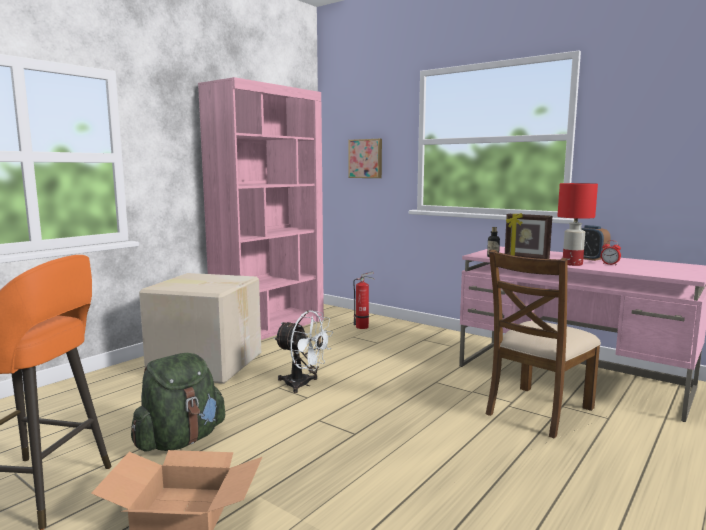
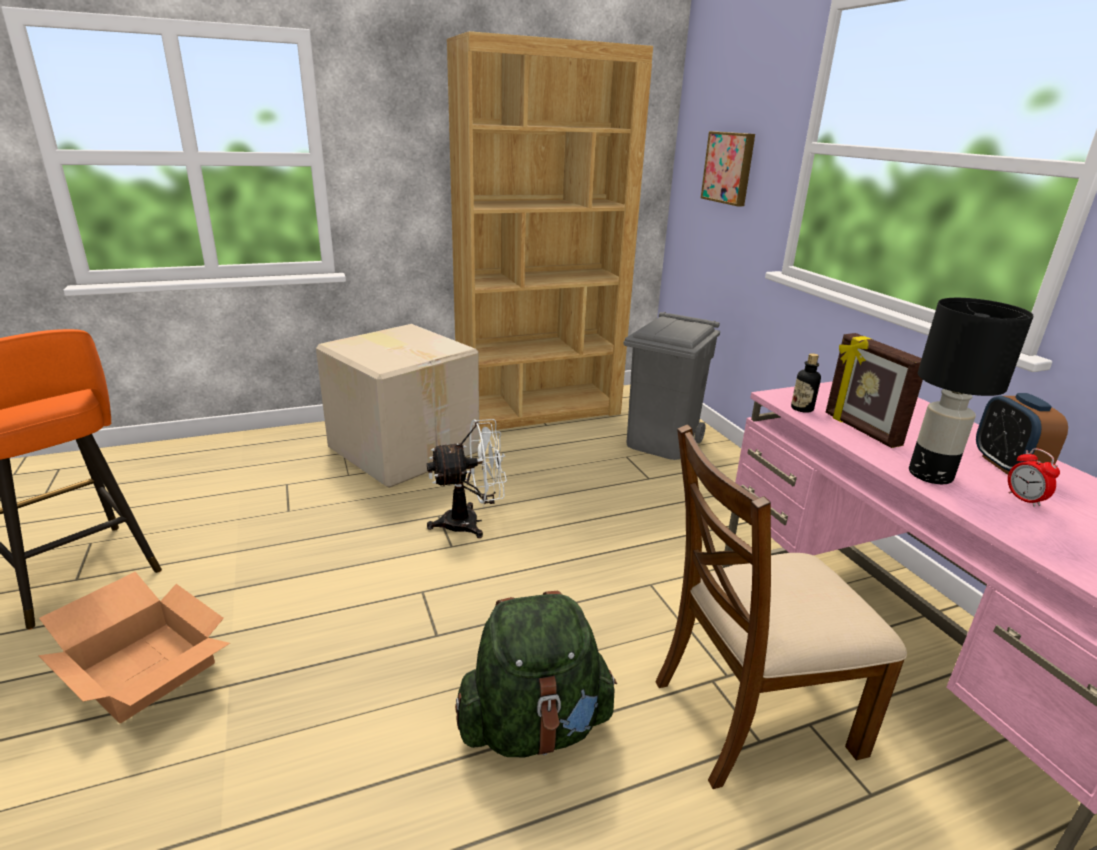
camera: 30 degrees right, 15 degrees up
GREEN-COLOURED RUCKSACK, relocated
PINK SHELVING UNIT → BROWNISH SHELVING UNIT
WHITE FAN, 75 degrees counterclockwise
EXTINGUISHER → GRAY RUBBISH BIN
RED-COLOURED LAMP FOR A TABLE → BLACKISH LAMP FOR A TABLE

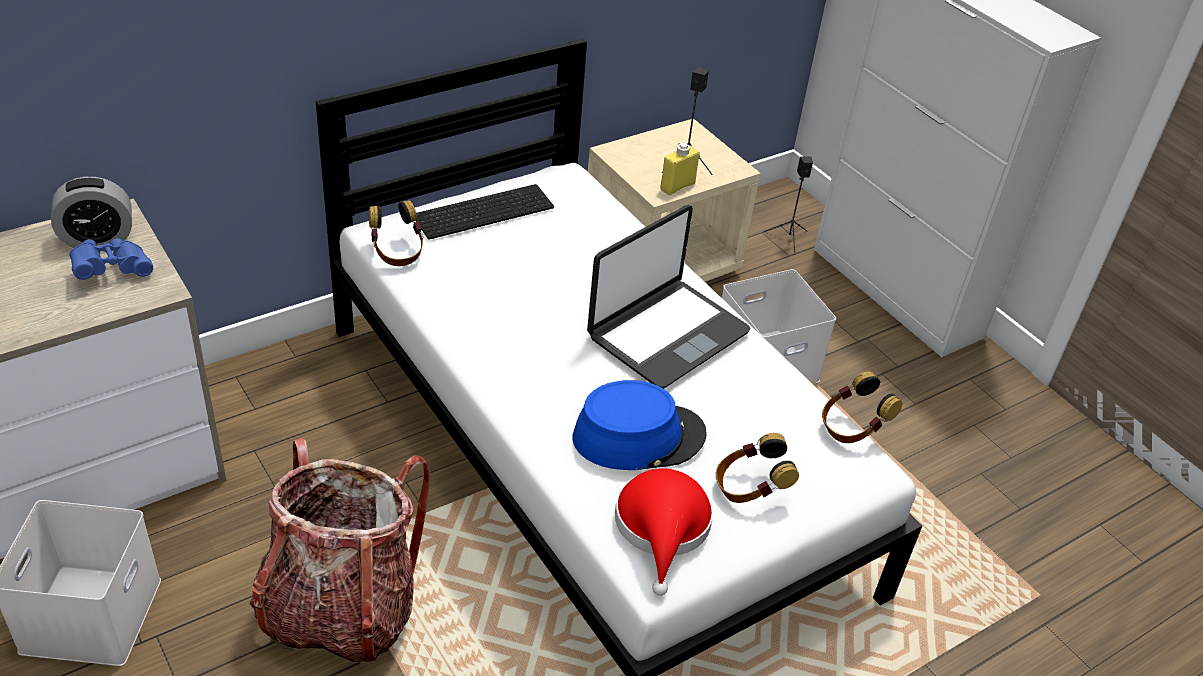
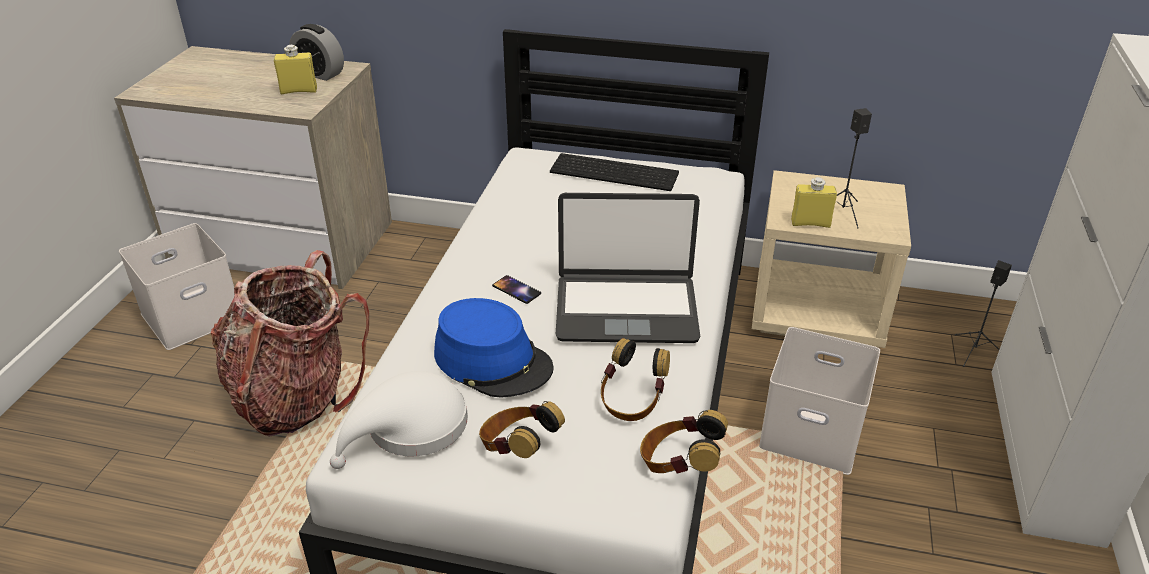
camera: 50 degrees right, 5 degrees down
BLUE-COLOURED BINOCULARS → YELLOWISH DRINK BOTTLE (no. 1 from left)
PAIR OF HEADPHONES (no. 1 from left in the first image) → PAIR OF HEADPHONES (no. 2 from left), relocated
RED-COLOURED CLOTHING HAT → WHITE CLOTHING HAT
- → PHONE

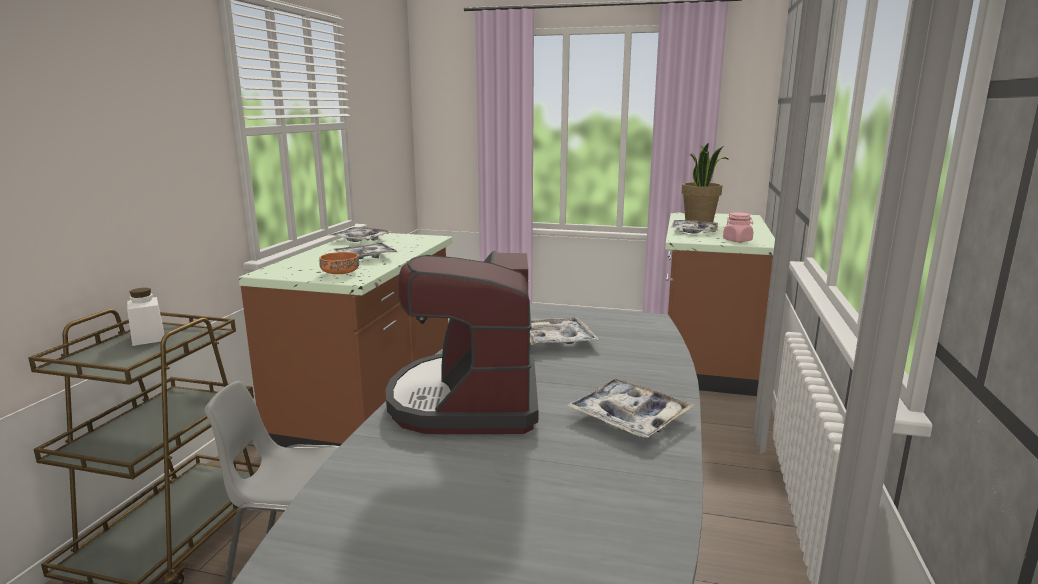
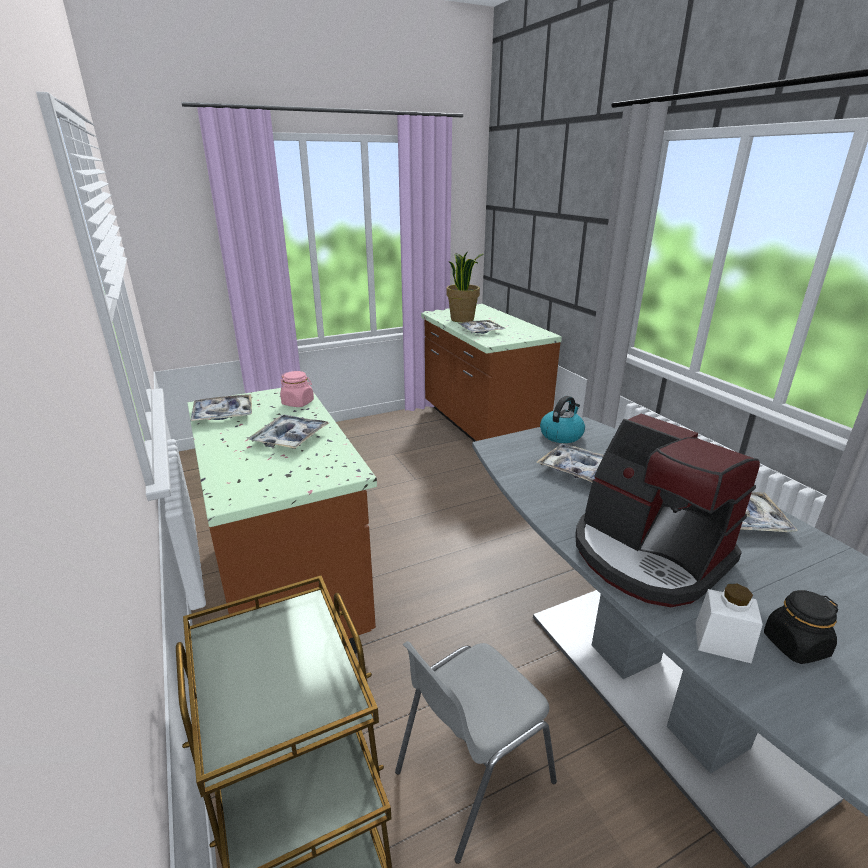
camera: 40 degrees left, 10 degrees up
WHITE STORAGE JAR, relocated
ORANGE-COLOURED SERVING BOWL → -
PINK STORAGE JAR, relocated
- → WATER KETTLE
- → BLACKISH STORAGE JAR

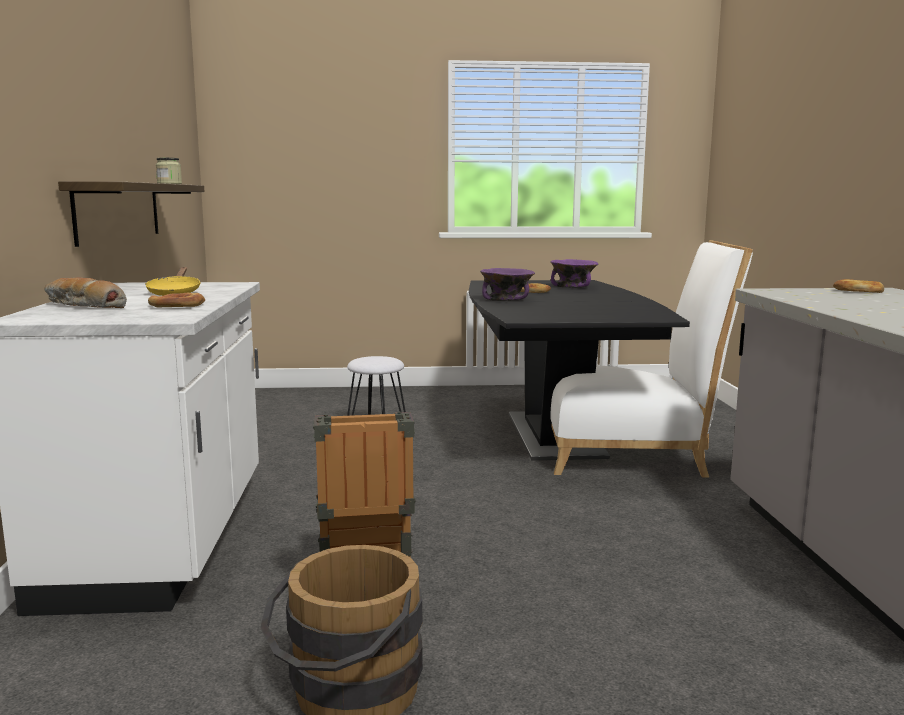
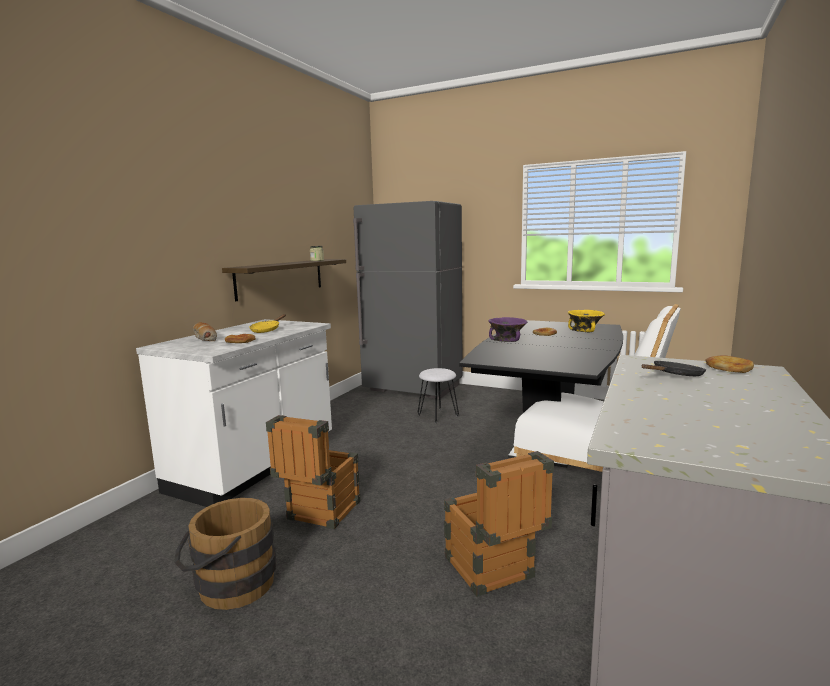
camera: 30 degrees right, 0 degrees up
PURPLE SERVING BOWL (no. 2 from left) → YELLOWISH SERVING BOWL
- → GRAY REFRIGERATOR
- → CRATE (no. 2 from left)
- → BLACKISH FRYING PAN

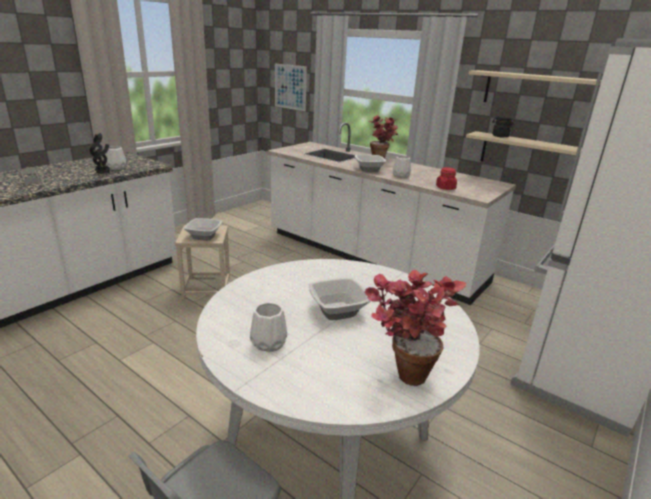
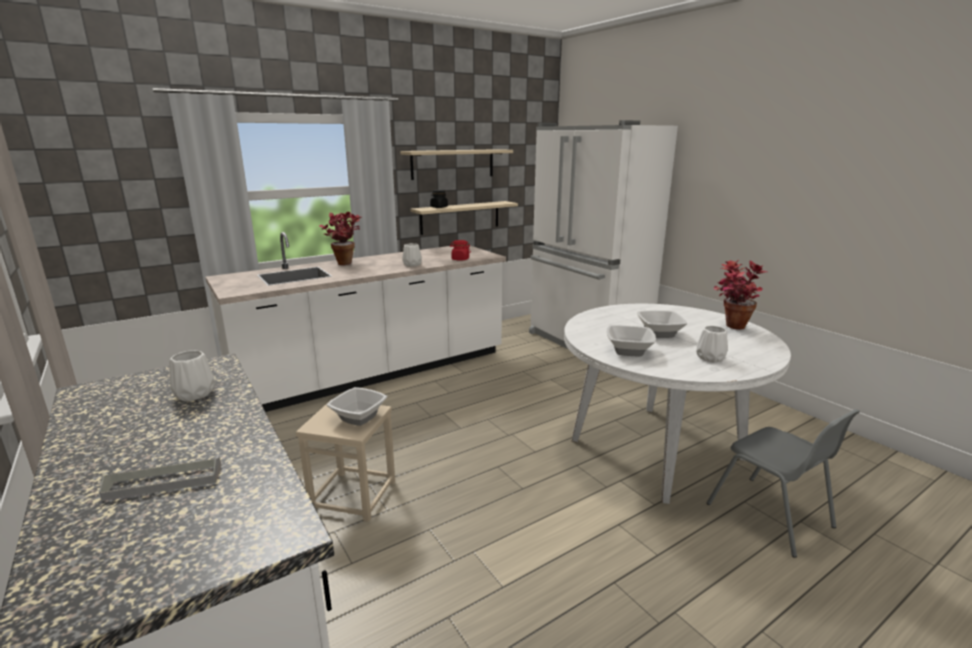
camera: 70 degrees left, 5 degrees down
HOUSEPLANT (no. 1 from left) → -
WALL ART → -
SERVING BOWL (no. 3 from left in the first image) → SERVING BOWL (no. 2 from left), relocated

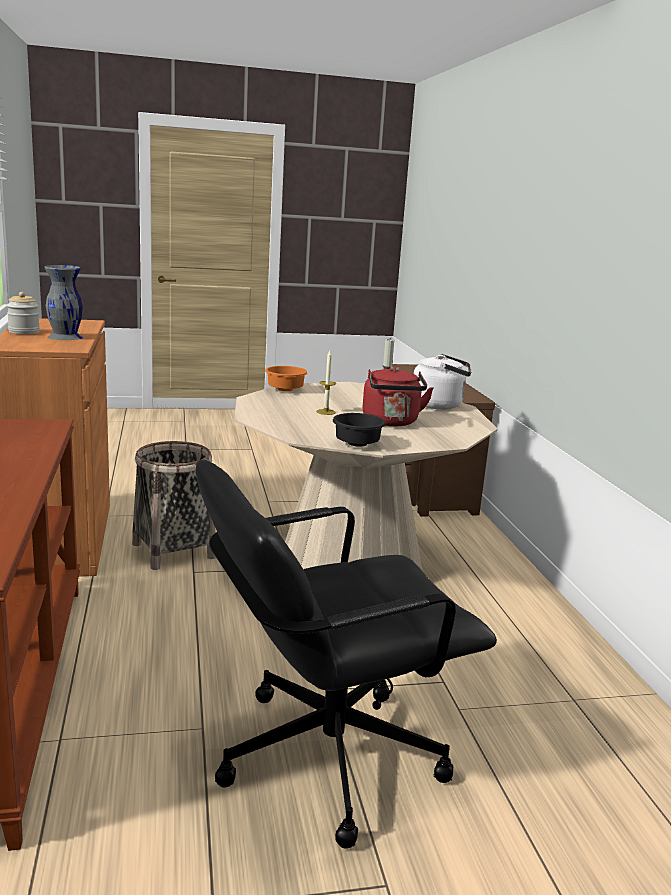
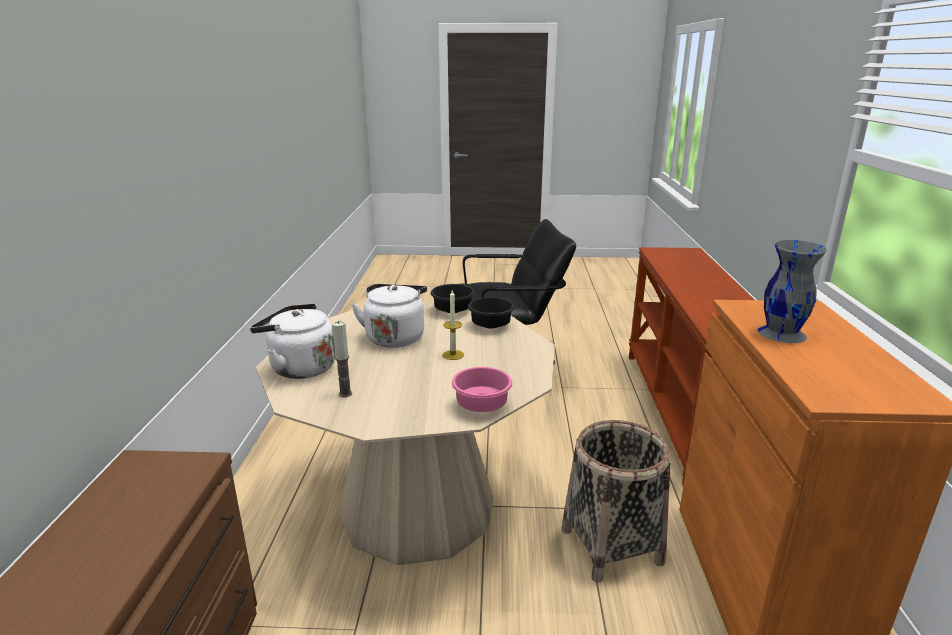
camera: 165 degrees left, 5 degrees up
STORAGE JAR → -
ORANGE-COLOURED SERVING BOWL → PINK SERVING BOWL
RED-COLOURED WATER KETTLE → WHITE WATER KETTLE (no. 2 from left)
- → BLACKISH SERVING BOWL (no. 2 from left)

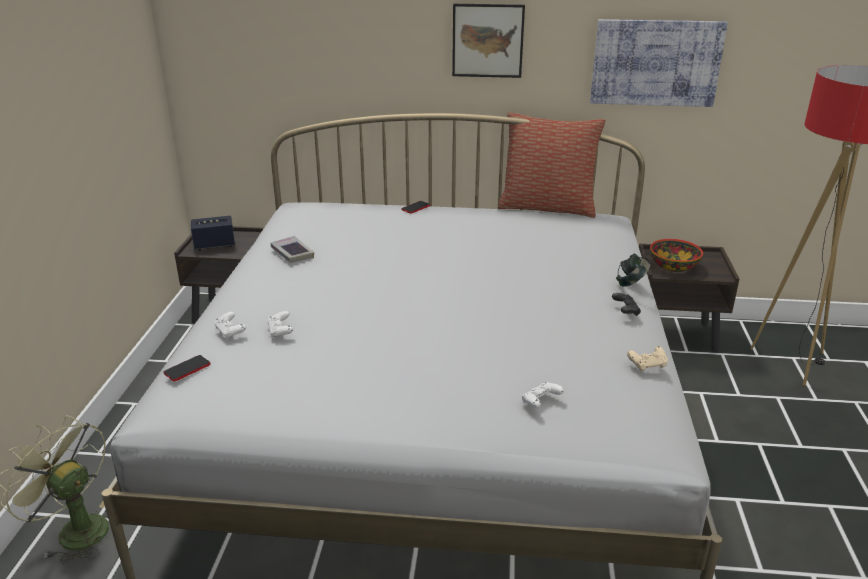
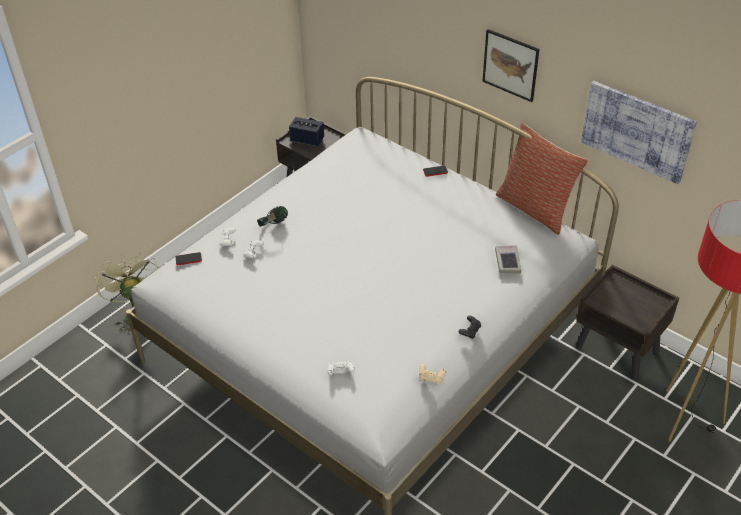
camera: 35 degrees right, 15 degrees up
VOLUME, relocated
PAIR OF HEADPHONES, relocated
SERVING BOWL → -

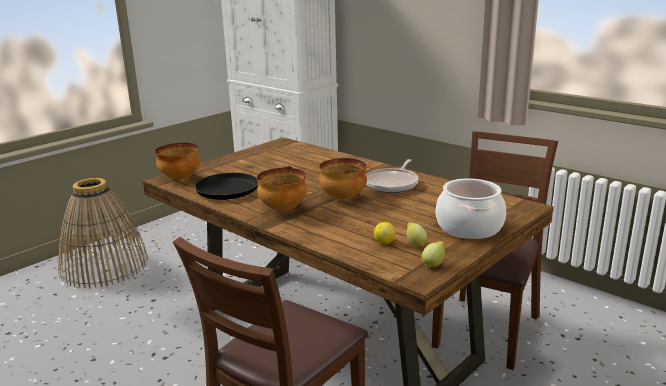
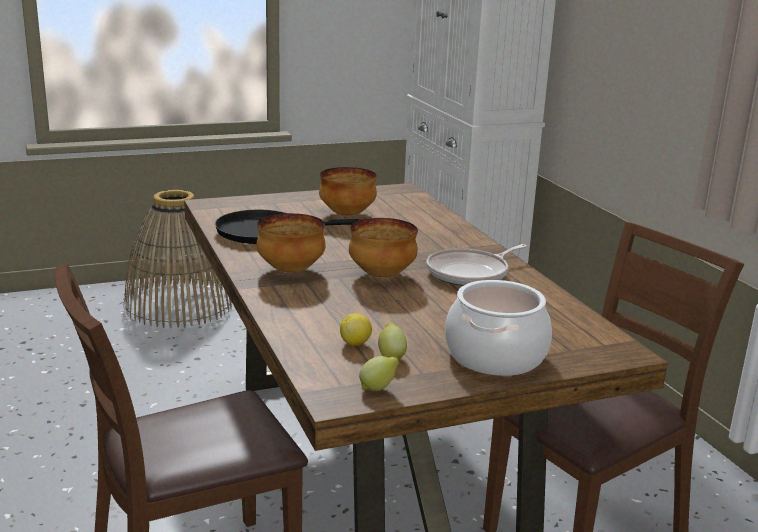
camera: 25 degrees right, 0 degrees up
SERVING BOWL (no. 1 from left in the first image) → SERVING BOWL (no. 2 from left), relocated

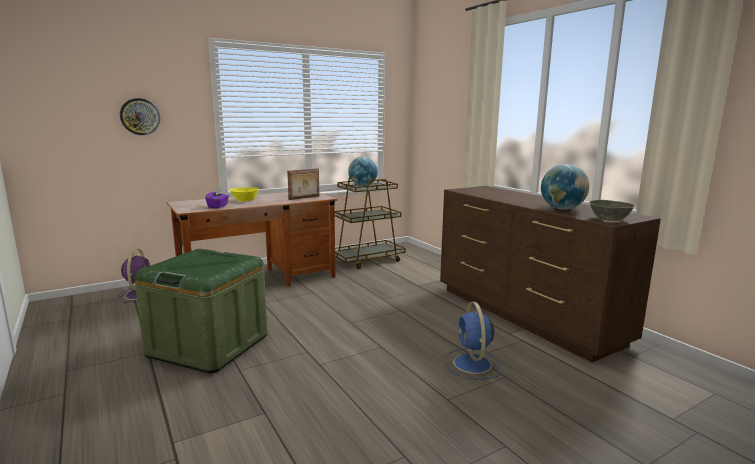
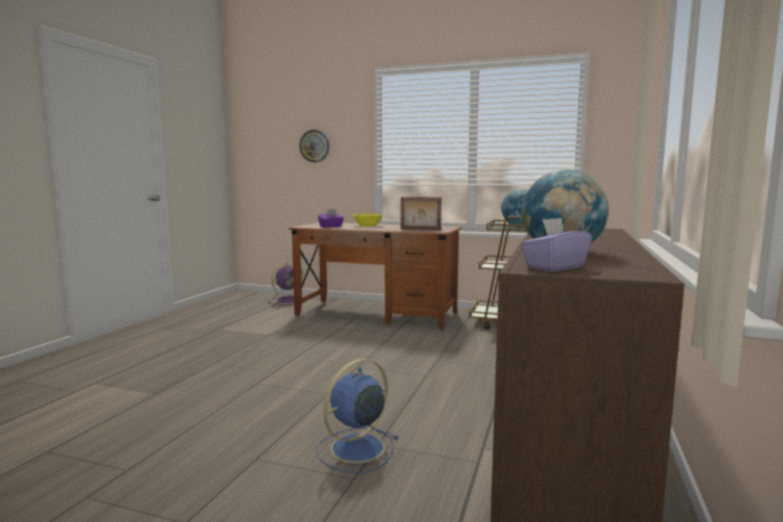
camera: 50 degrees right, 5 degrees down
GREEN-COLOURED STORAGE BIN → -
GRAY SERVING BOWL → PURPLE TISSUE BOX (no. 2 from left)

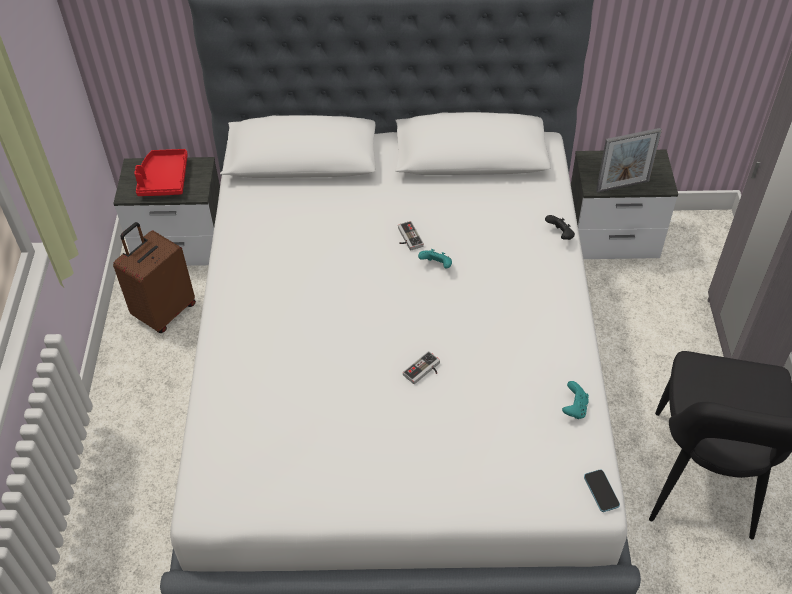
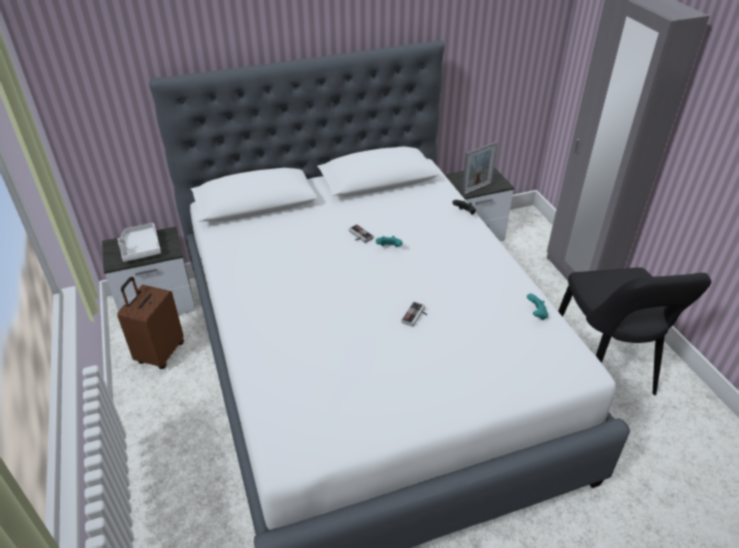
camera: 20 degrees left, 10 degrees down
RED-COLOURED CARRYING TRAY → WHITE CARRYING TRAY
PHONE → -

